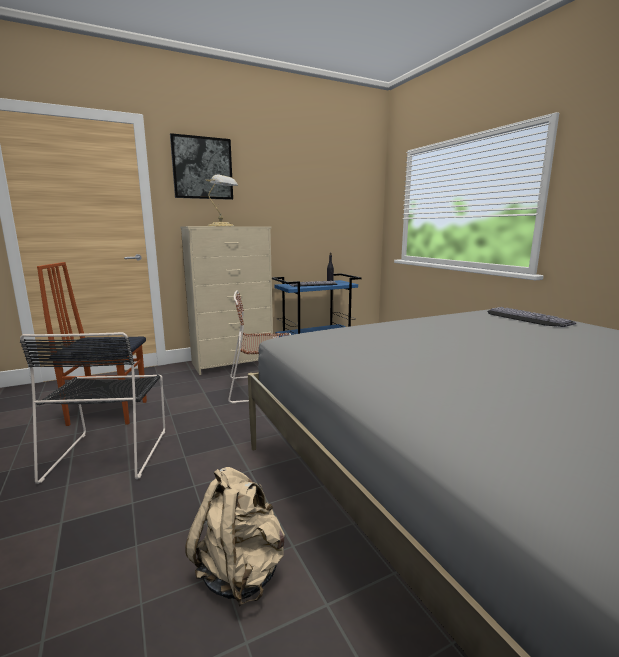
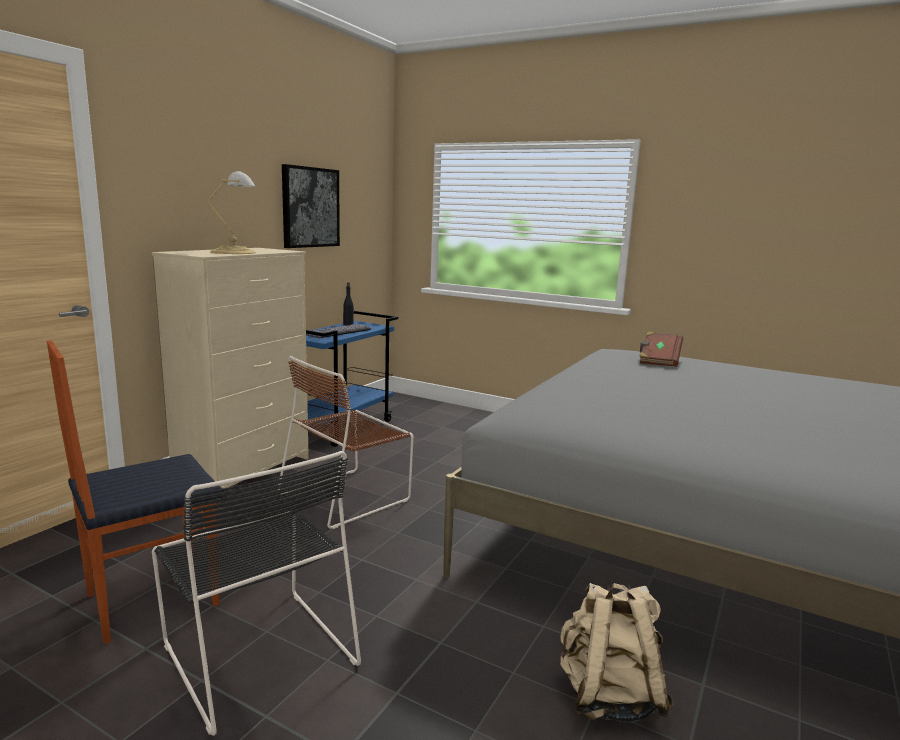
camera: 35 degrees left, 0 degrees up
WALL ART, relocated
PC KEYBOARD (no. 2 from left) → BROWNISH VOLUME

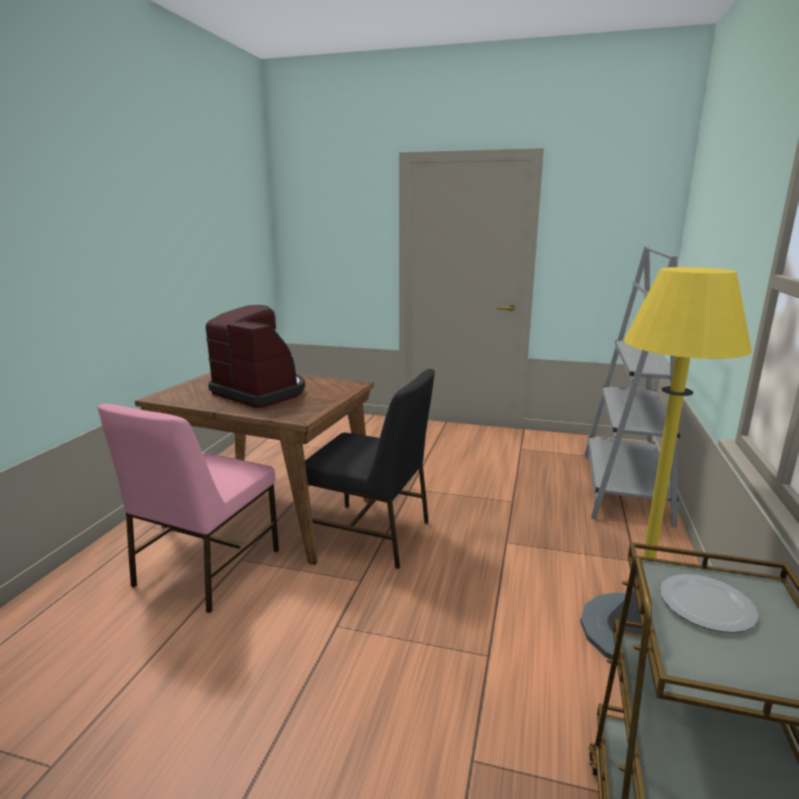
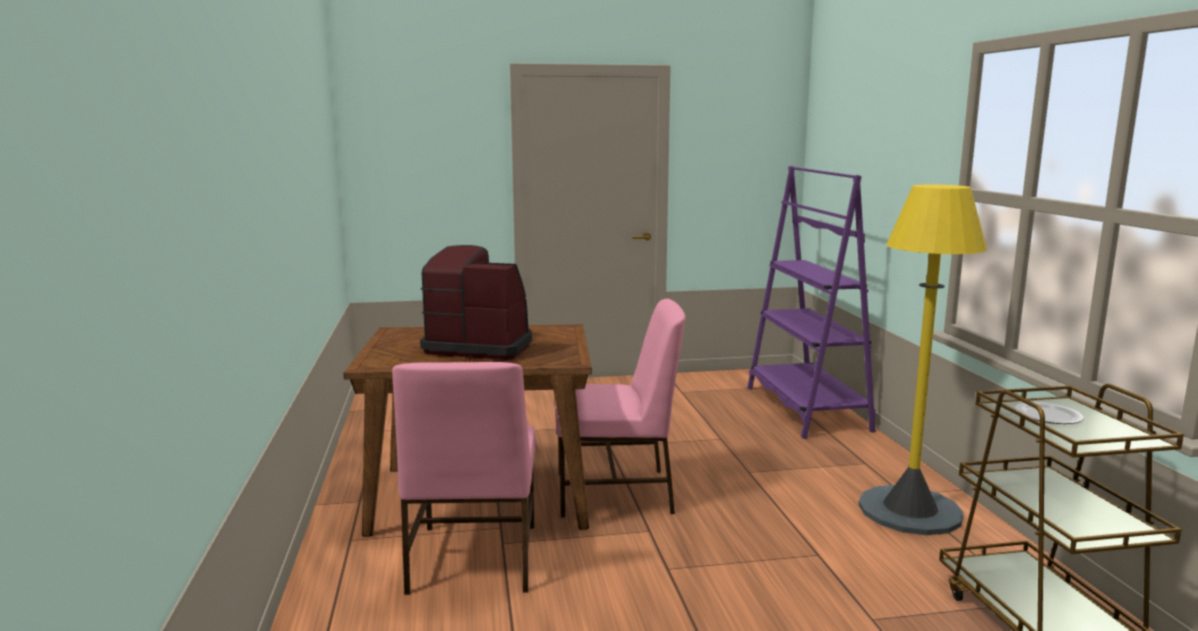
camera: 25 degrees left, 5 degrees down
BLACKISH UPRIGHT CHAIR → PINK UPRIGHT CHAIR (no. 2 from left)
GRAY SHELVING UNIT → PURPLE SHELVING UNIT

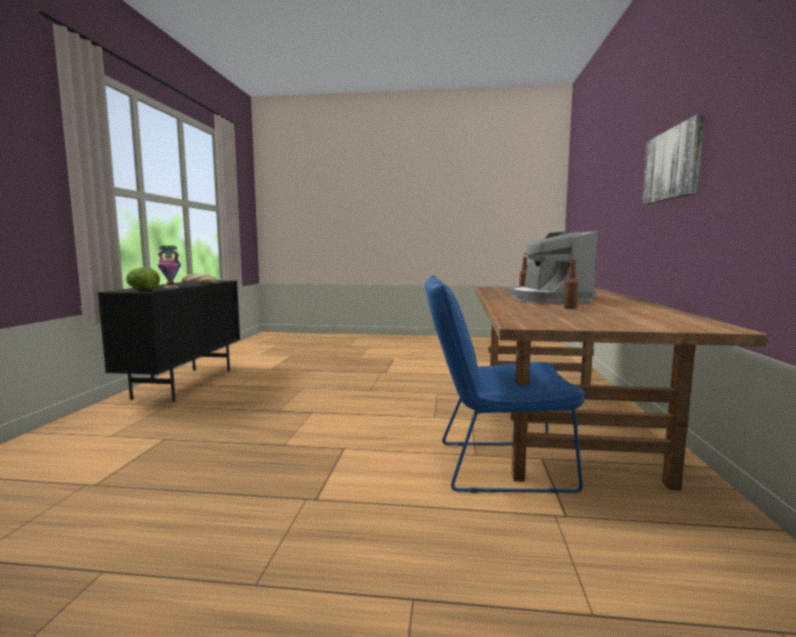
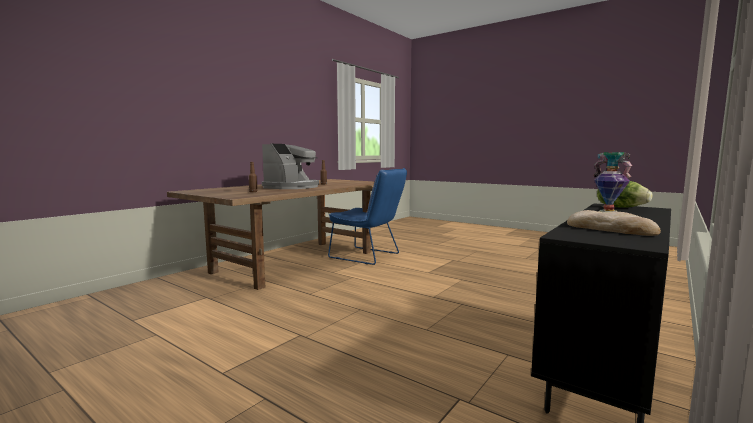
camera: 150 degrees left, 0 degrees up
WALL ART → -

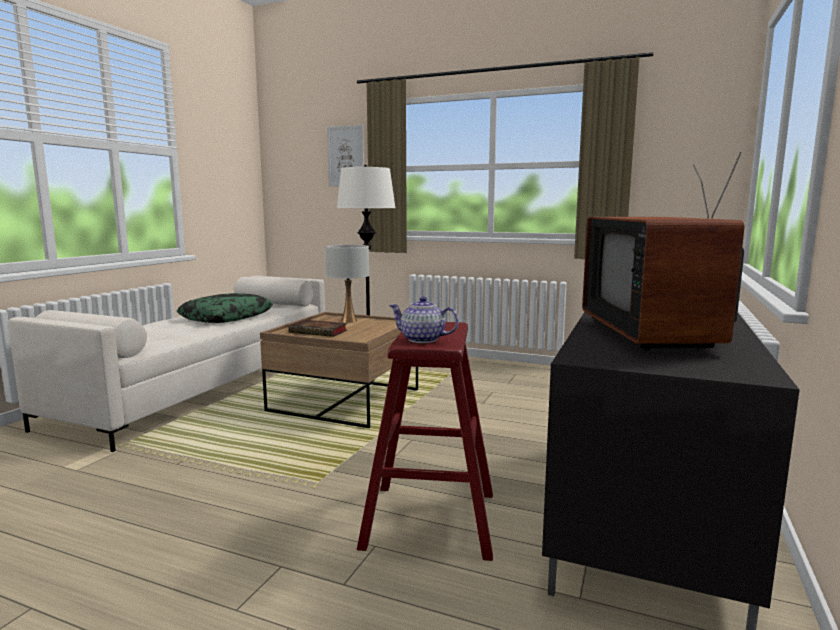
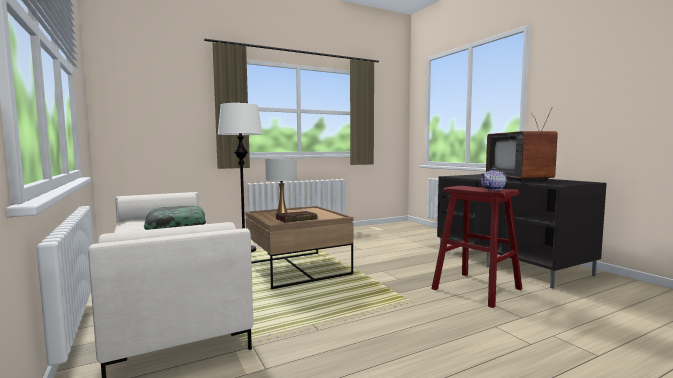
camera: 50 degrees left, 5 degrees down
WALL ART → -
TV SET, 45 degrees clockwise

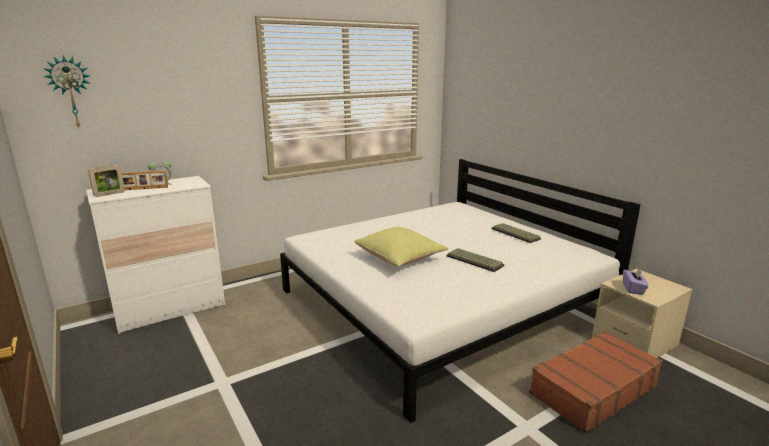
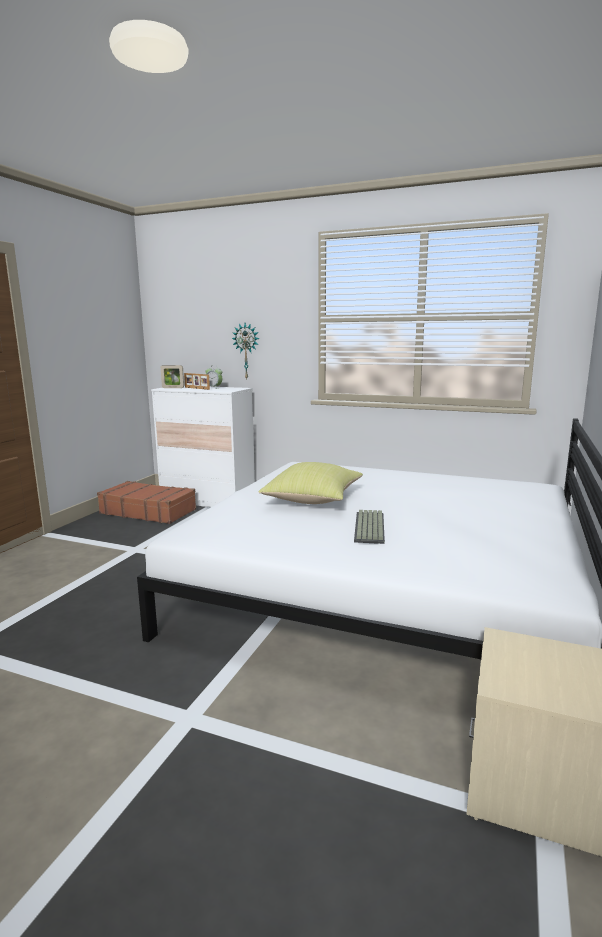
camera: 55 degrees right, 5 degrees down
HANGING CLOCK, relocated
PC KEYBOARD (no. 2 from left) → -
BROWNISH PIECE OF LUGGAGE, relocated
PURPLE TISSUE BOX → -

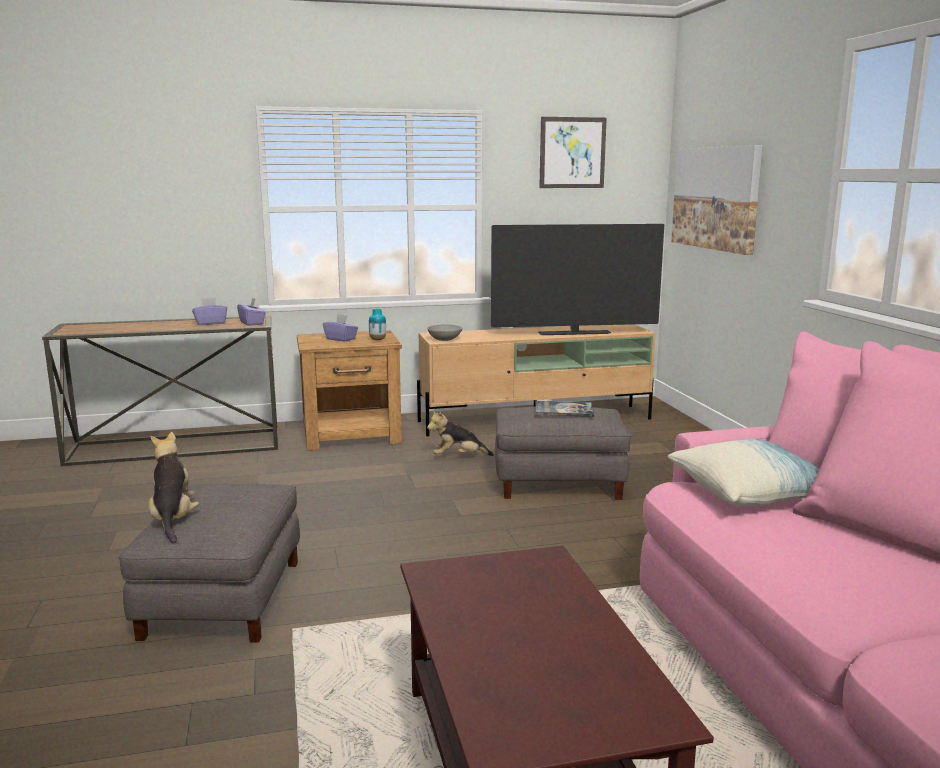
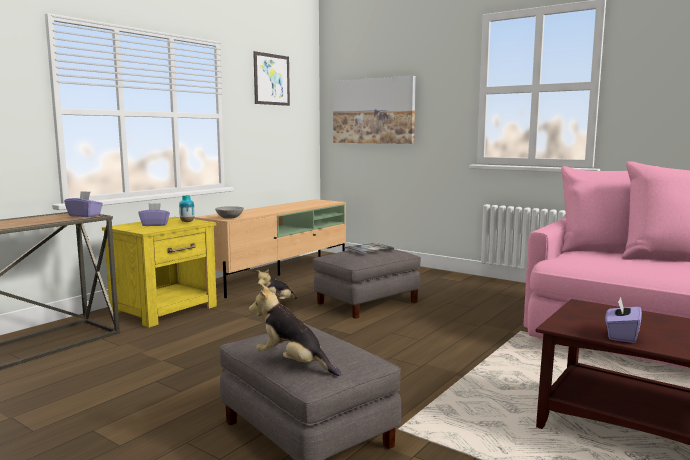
camera: 40 degrees left, 5 degrees down
PURPLE TISSUE BOX (no. 1 from left in the first image) → PURPLE TISSUE BOX (no. 3 from left), relocated
BROWNISH NIGHT TABLE → YELLOWISH NIGHT TABLE
TV SET → -
PILLOW → -

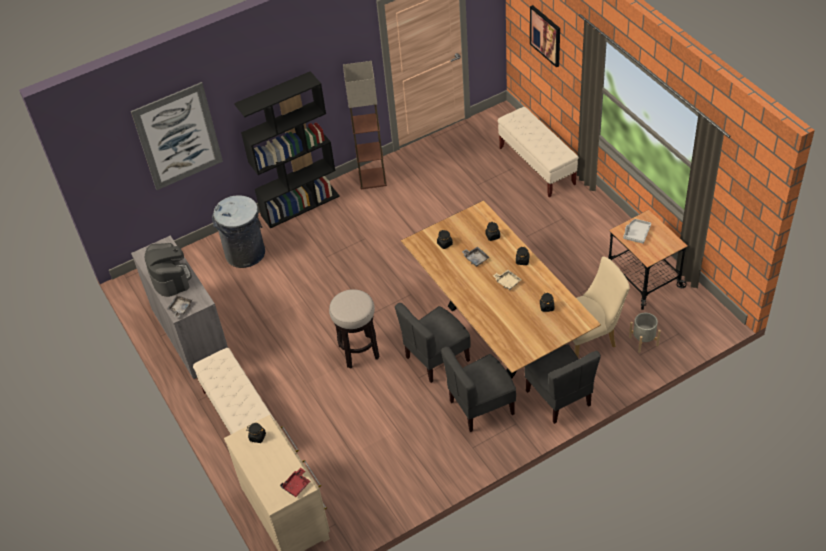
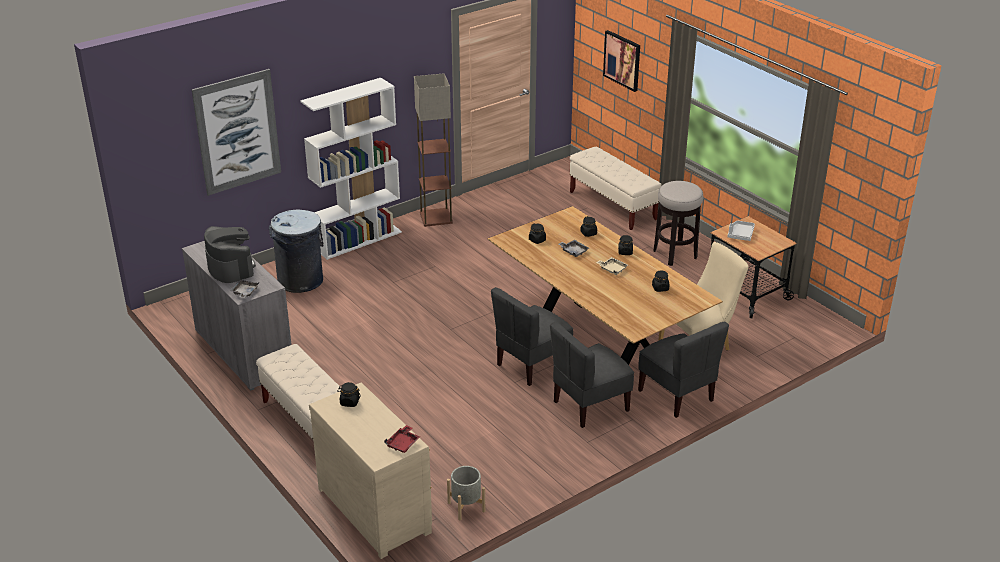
camera: 10 degrees left, 15 degrees down
BLACKISH SHELVING UNIT → WHITE SHELVING UNIT
STOOL SEAT, relocated
GRAY PLANTER, relocated

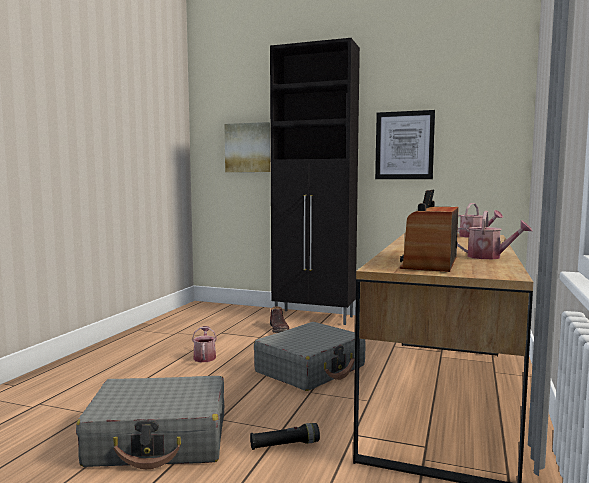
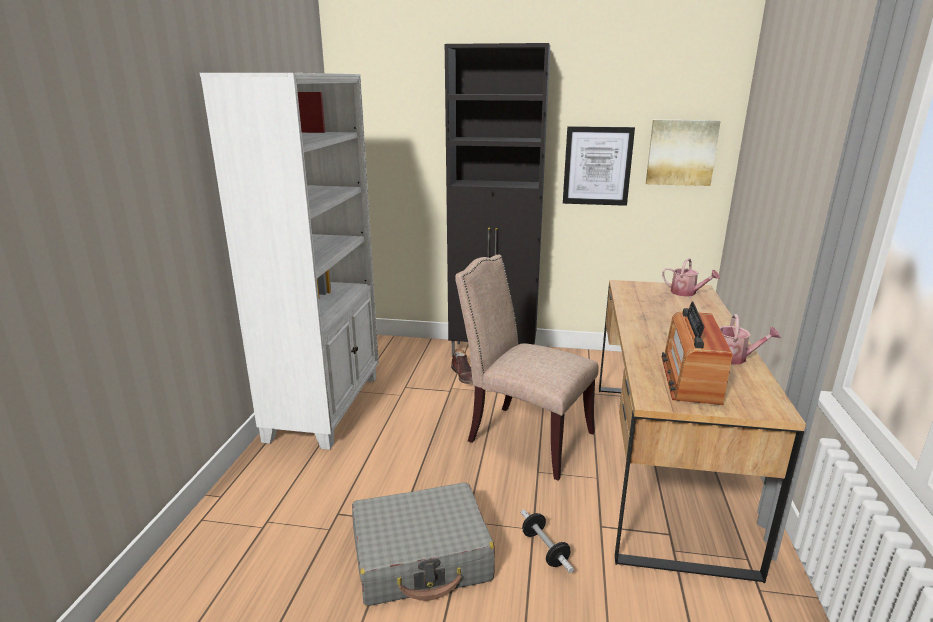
camera: 10 degrees left, 15 degrees up
WATERING POT (no. 1 from left) → -
WALL ART (no. 1 from left in the first image) → WALL ART (no. 2 from left), relocated
BLACKISH FLASHLIGHT → HAND WEIGHT
GRAY PIECE OF LUGGAGE (no. 2 from left) → SAND-COLOURED UPRIGHT CHAIR
- → WHITE SHELVING UNIT

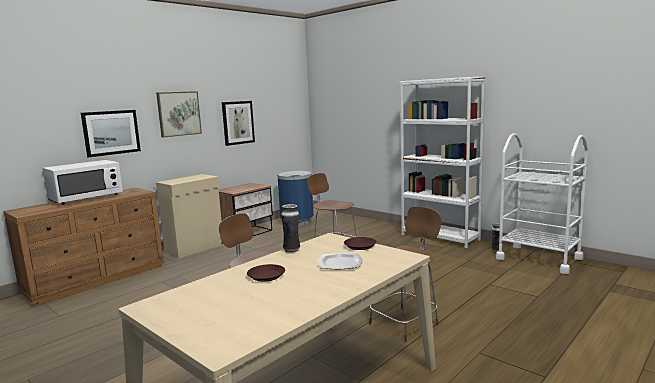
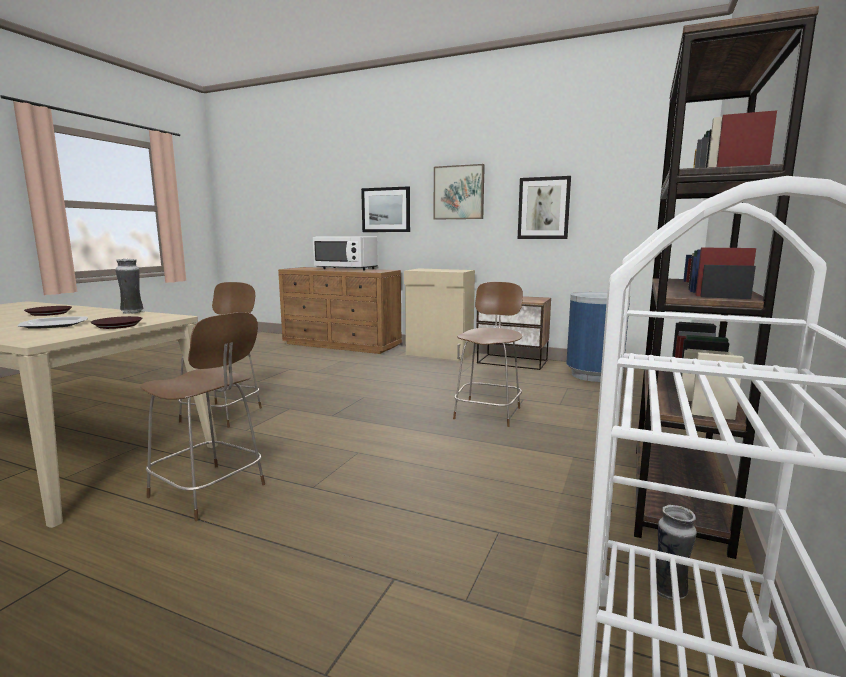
camera: 70 degrees right, 0 degrees up
WHITE SHELVING UNIT → BROWNISH SHELVING UNIT

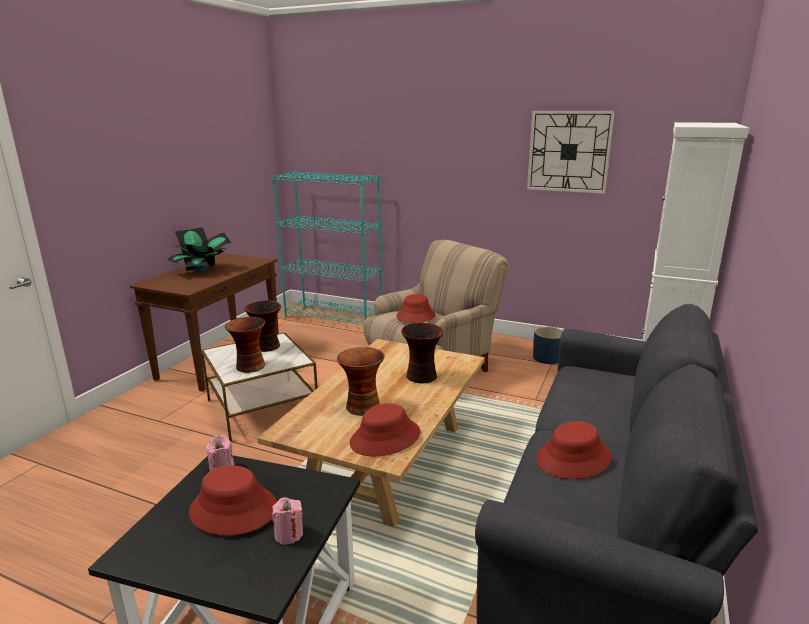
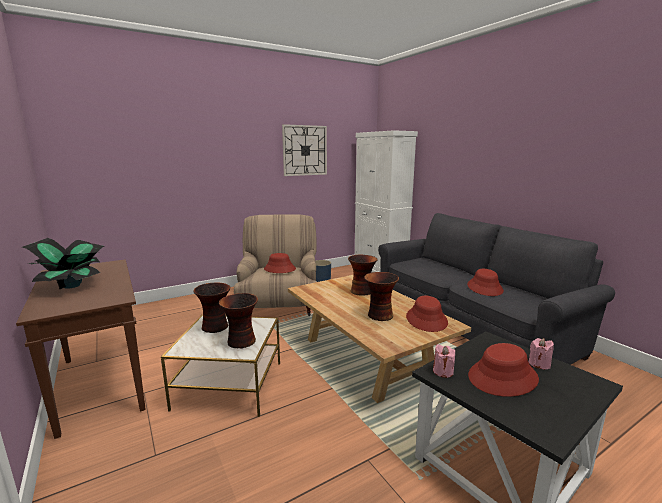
camera: 55 degrees left, 5 degrees down
TURQUOISE-COLOURED SHELVING UNIT → -

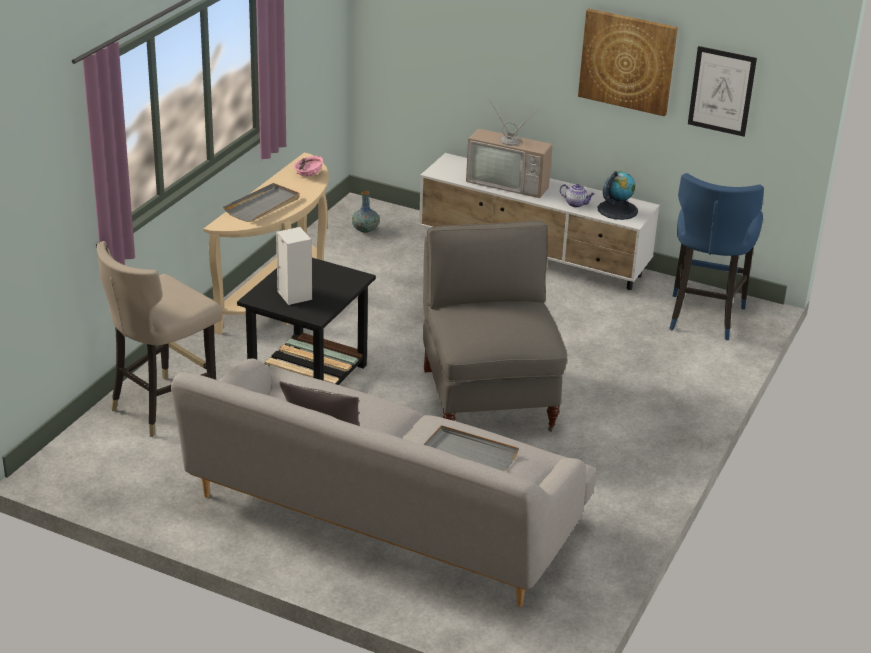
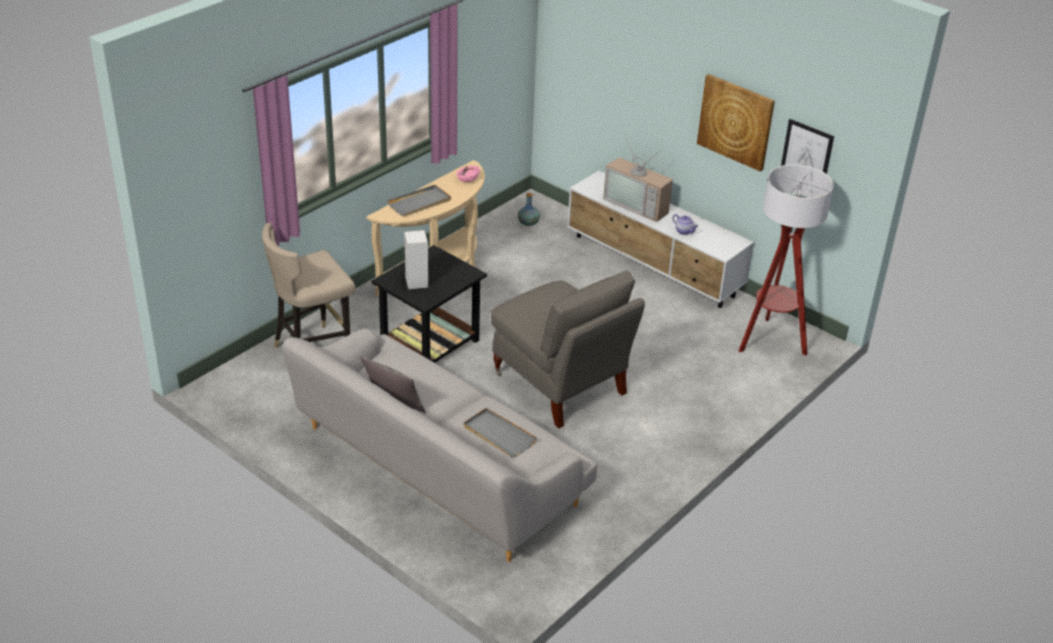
camera: 15 degrees right, 5 degrees up
GRAY LOUNGE CHAIR, 135 degrees clockwise
DESK GLOBE → -
BLUE-COLOURED STOOL SEAT → FLOOR LAMP

